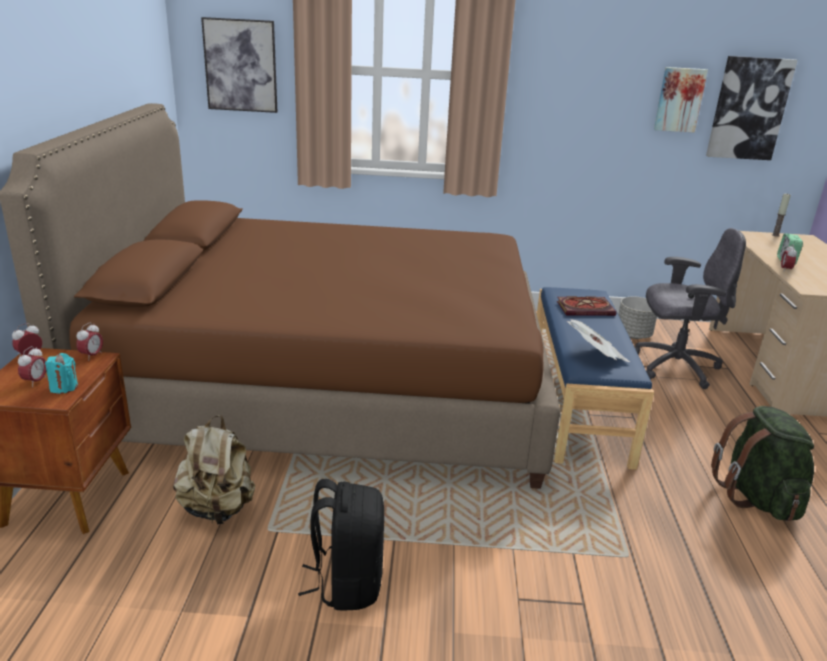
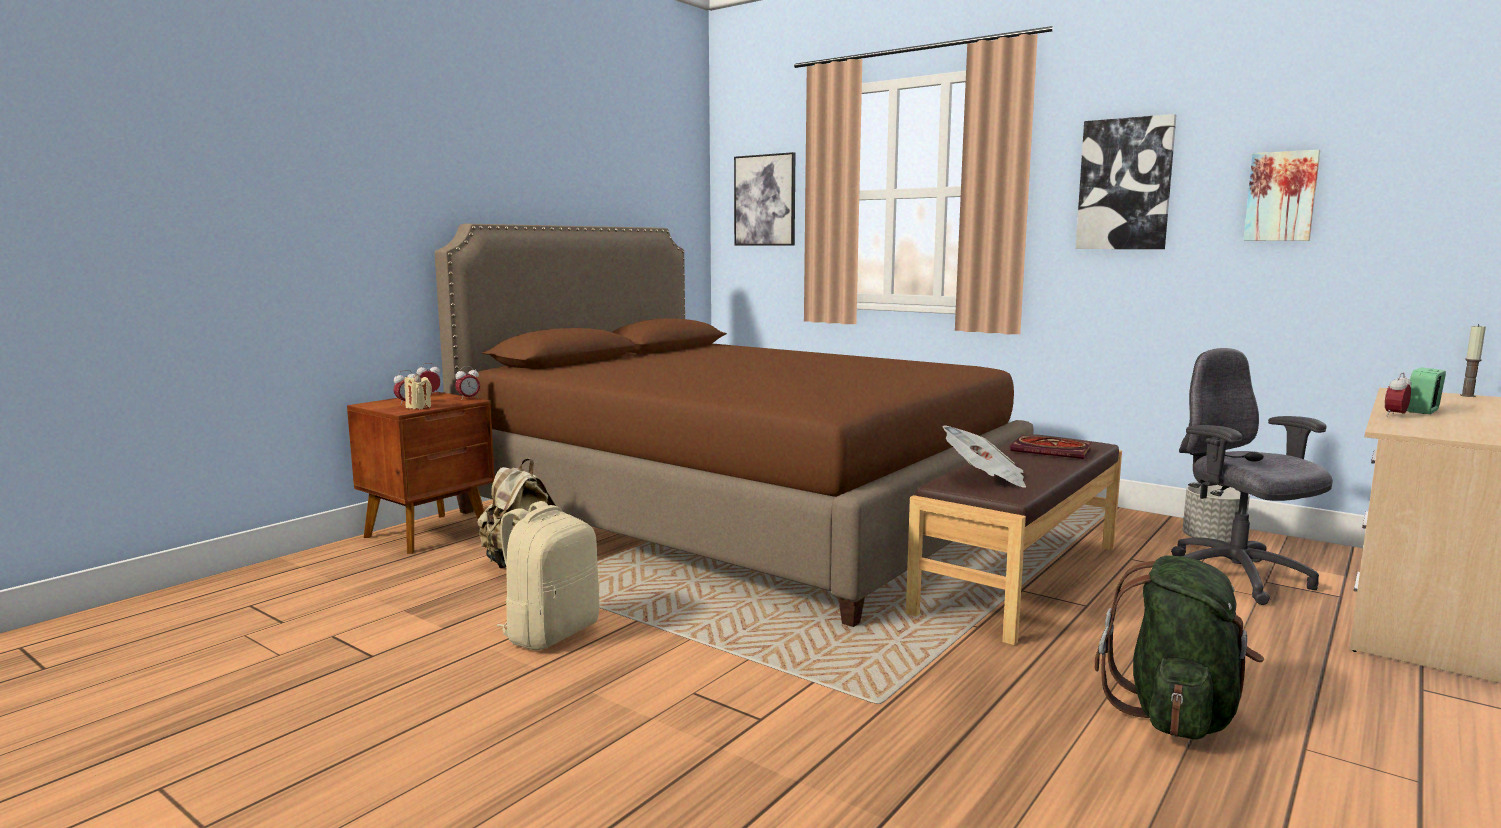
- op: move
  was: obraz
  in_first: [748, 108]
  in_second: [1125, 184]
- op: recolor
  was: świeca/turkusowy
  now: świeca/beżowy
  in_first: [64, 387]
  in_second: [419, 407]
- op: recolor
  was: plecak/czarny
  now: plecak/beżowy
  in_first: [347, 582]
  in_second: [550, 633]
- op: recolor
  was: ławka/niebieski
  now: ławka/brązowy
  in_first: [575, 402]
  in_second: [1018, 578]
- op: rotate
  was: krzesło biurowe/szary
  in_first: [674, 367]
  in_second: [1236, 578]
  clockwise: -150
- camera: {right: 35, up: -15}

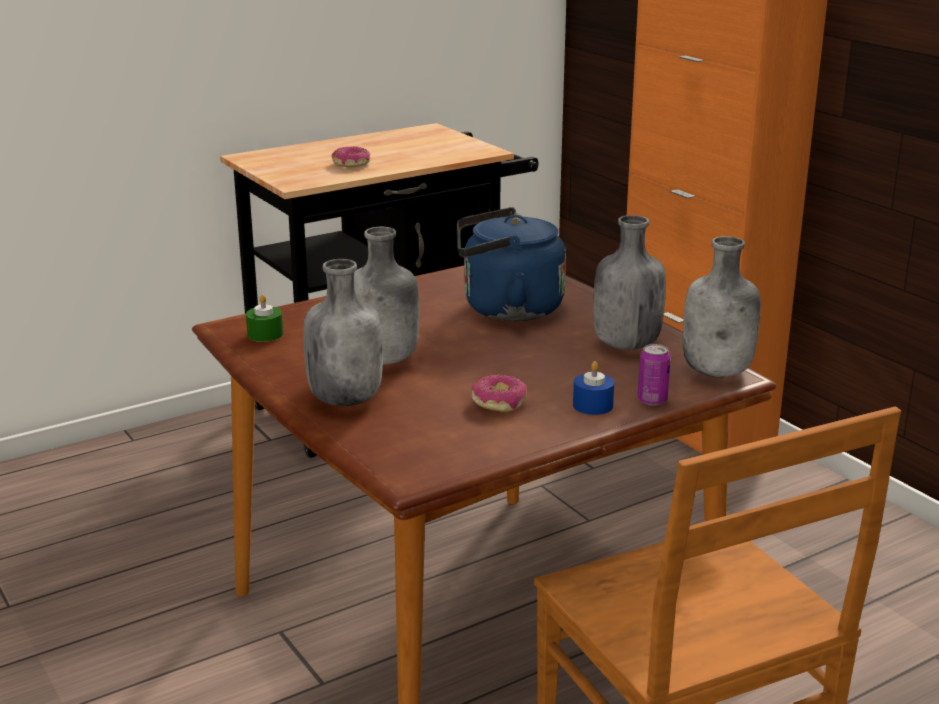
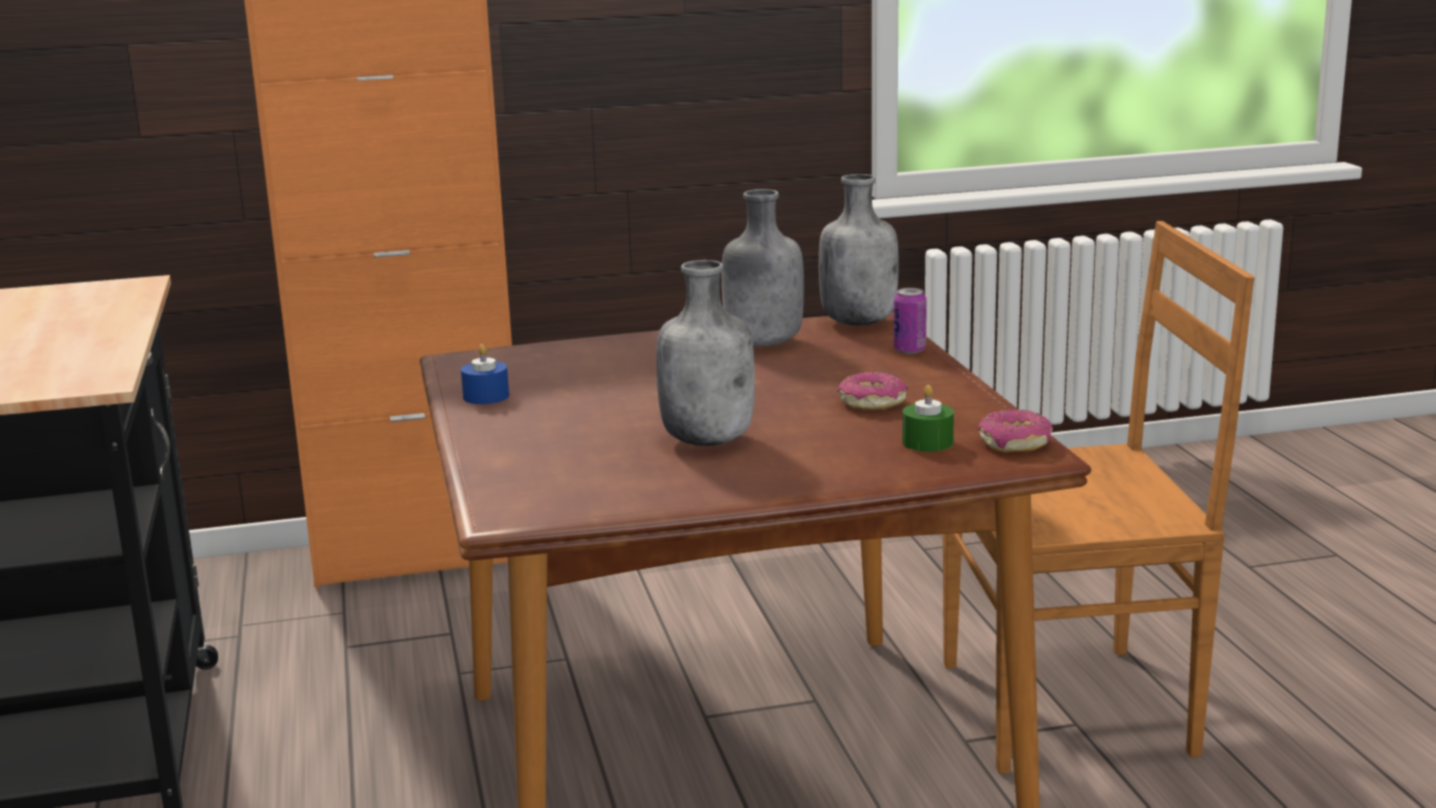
- op: delete
  was: butelka/szary
  in_first: [346, 399]
- op: delete
  was: czajnik/niebieski
  in_first: [506, 309]
- op: move
  was: świeca/zielony
  in_first: [265, 334]
  in_second: [927, 442]
- op: move
  was: donut
  in_first: [351, 164]
  in_second: [1015, 443]
- op: move
  was: świeca/niebieski
  in_first: [593, 405]
  in_second: [486, 396]
- camera: {right: -70, up: -5}

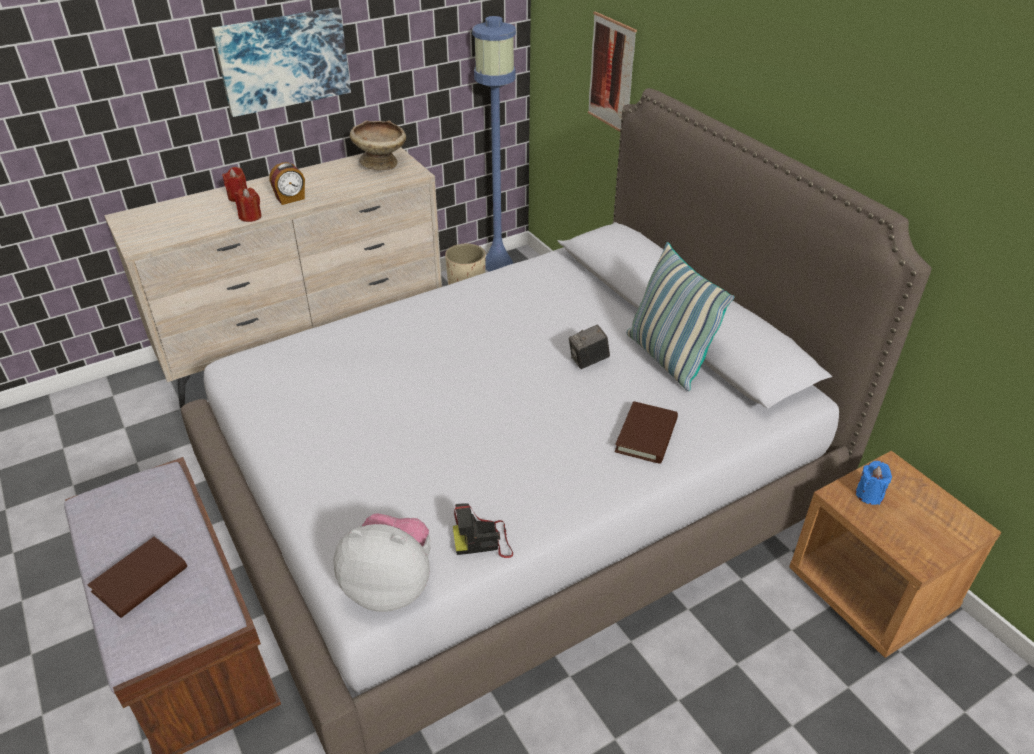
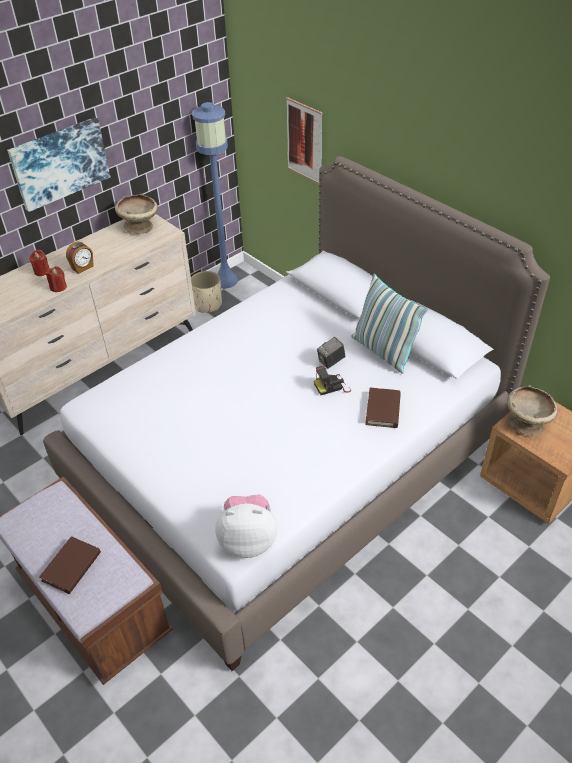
- op: move
  was: aparat fotograficzny
  in_first: [483, 541]
  in_second: [332, 386]
- op: replace
  was: świeca/niebieski
  now: miska/beżowy
  in_first: [869, 495]
  in_second: [526, 423]
- camera: {right: -10, up: 5}

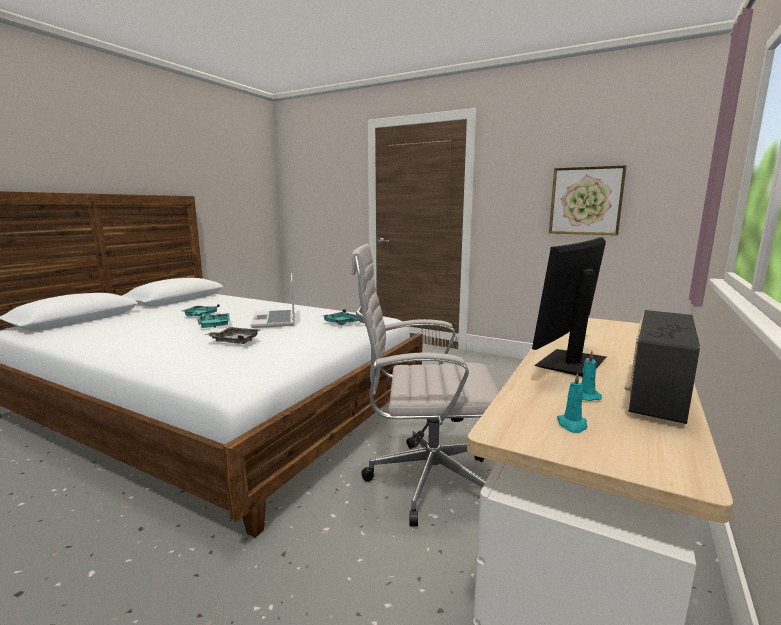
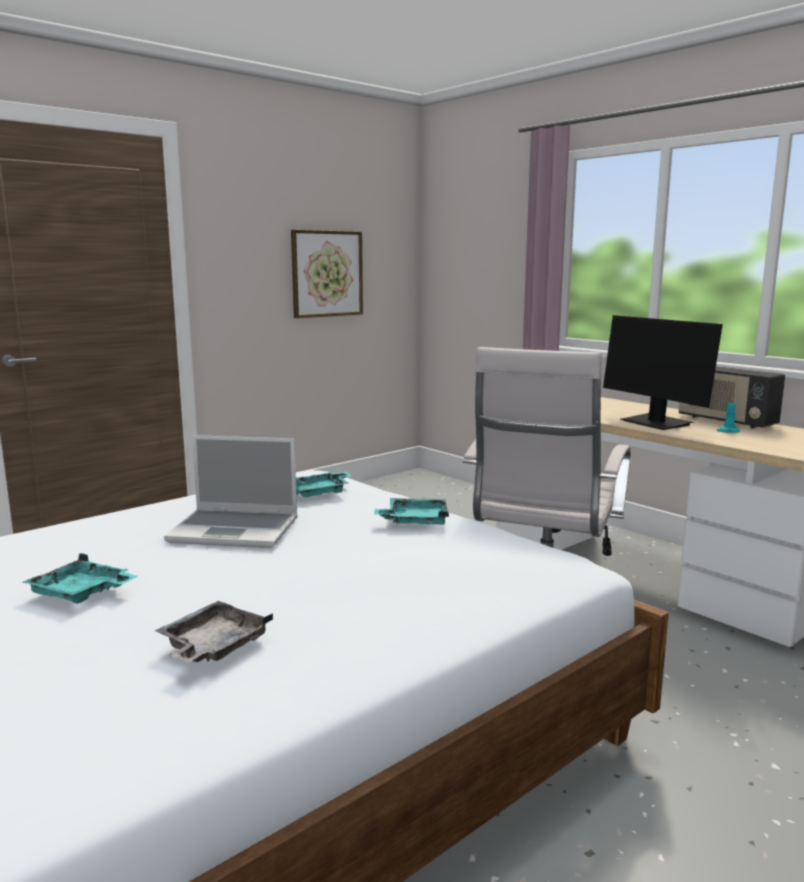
- op: delete
  was: świeca/turkusowy
  in_first: [572, 425]
- op: move
  was: taca/turkusowy
  in_first: [214, 325]
  in_second: [414, 521]
- op: move
  was: taca/szary
  in_first: [235, 341]
  in_second: [213, 647]
- camera: {right: -70, up: 0}

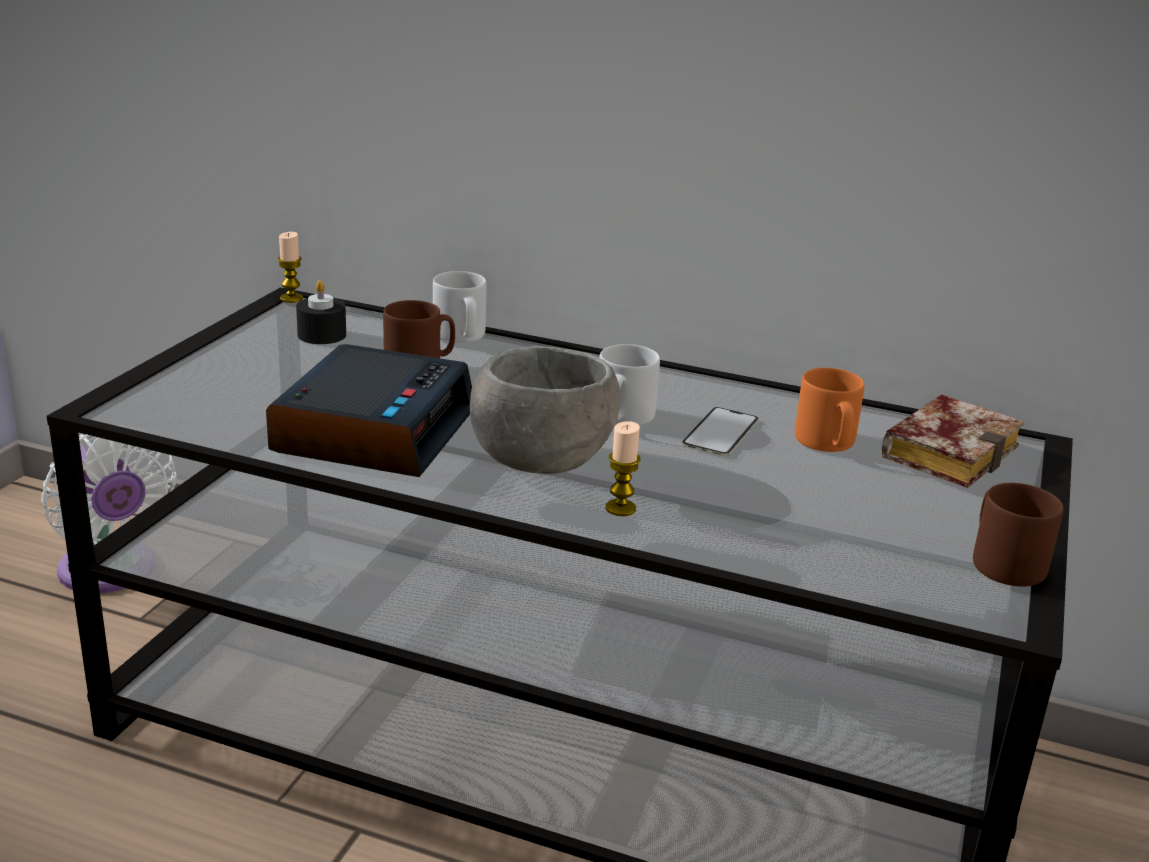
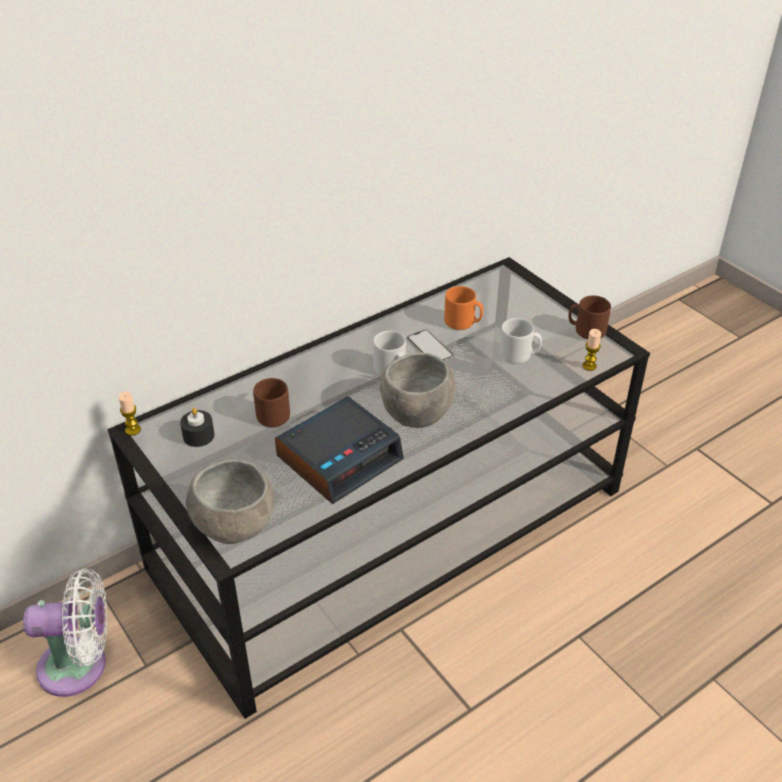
- op: delete
  was: książka
  in_first: [948, 450]
- op: insert
  now: miska/szary
  in_second: [233, 526]
- op: move
  was: kubek/szary
  in_first: [461, 336]
  in_second: [519, 355]
- op: move
  was: świeca
  in_first: [620, 508]
  in_second: [589, 366]
- op: rotate
  was: budzik
  in_first: [374, 430]
  in_second: [340, 457]
  clockwise: 90
- camera: {right: -55, up: 15}

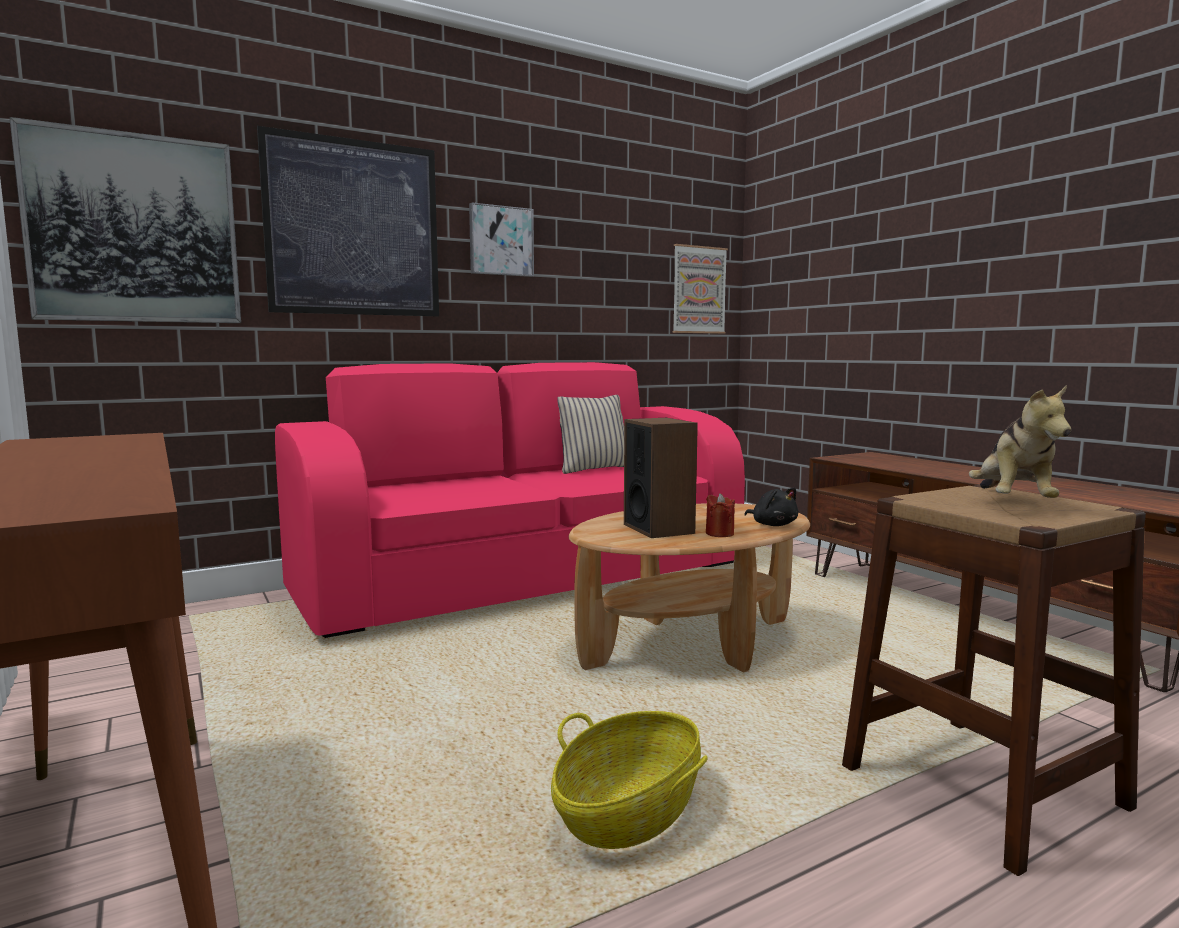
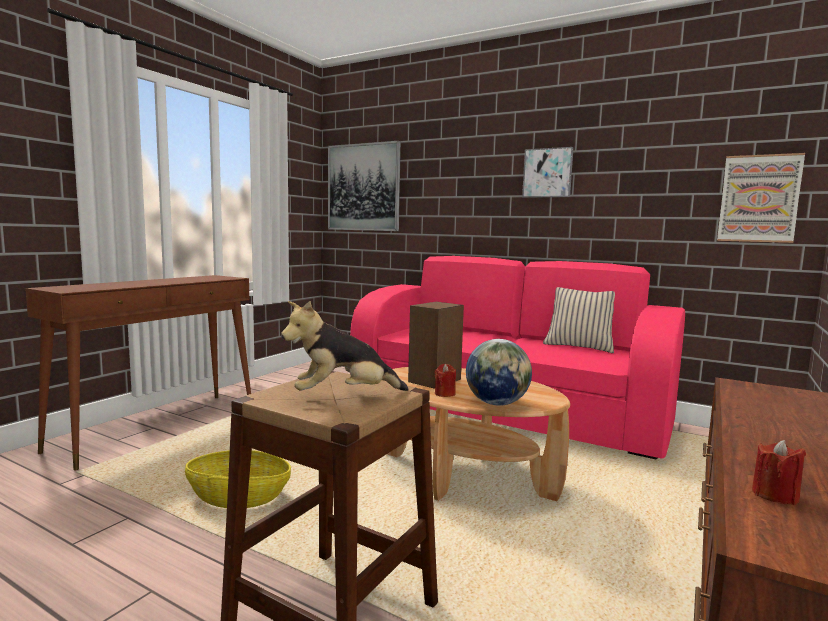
- op: delete
  was: obraz
  in_first: [353, 228]
- op: insert
  now: świeca/czerwony
  in_second: [775, 495]
- op: replace
  was: pluszak/czarny
  now: globus
  in_first: [773, 525]
  in_second: [497, 403]
- camera: {right: 60, up: 0}

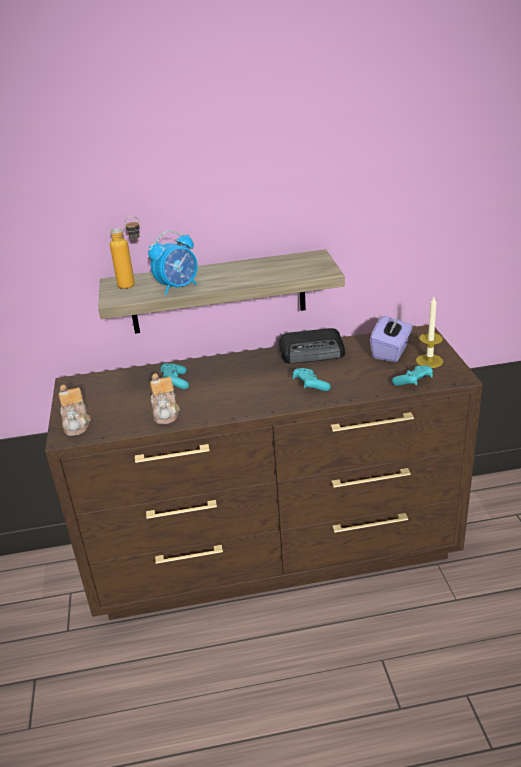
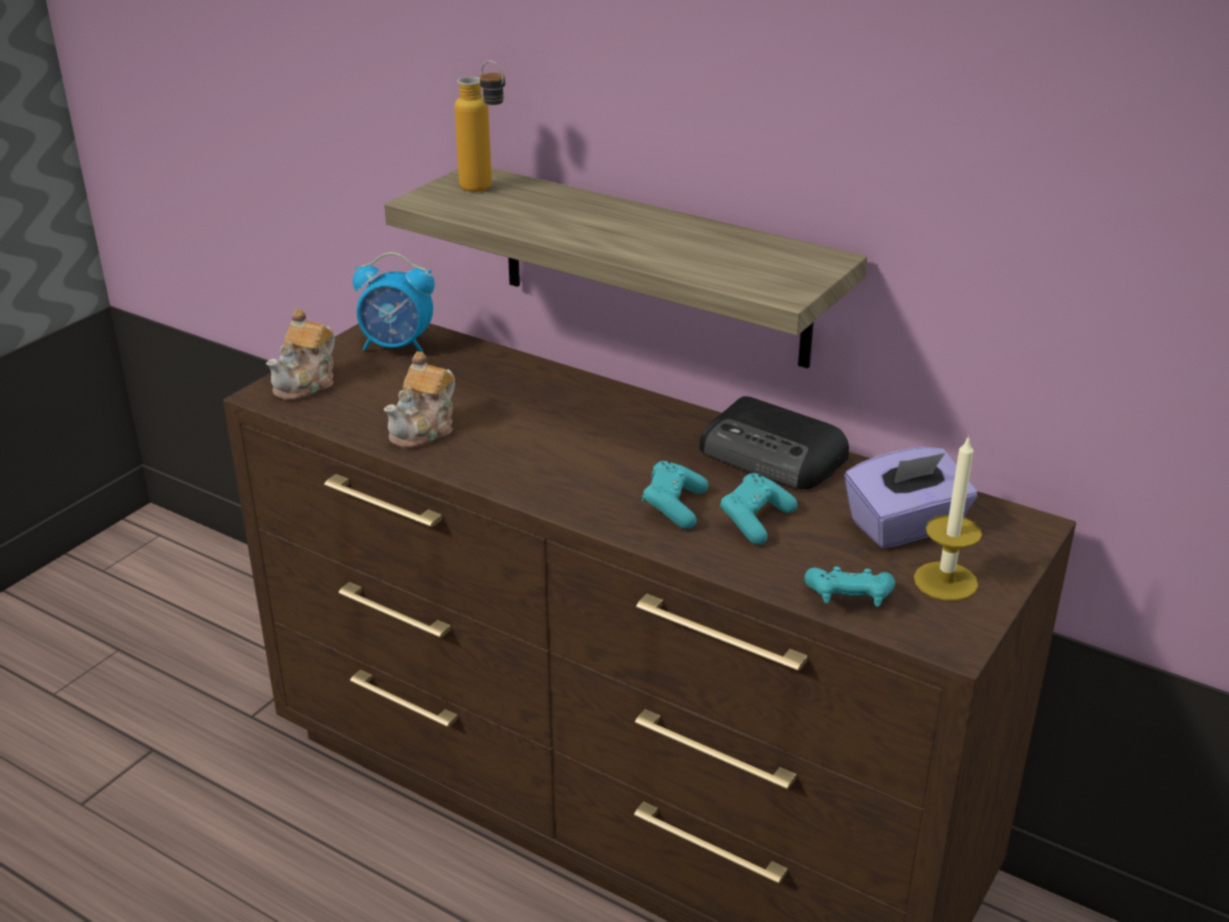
- op: move
  was: budzik
  in_first: [178, 287]
  in_second: [397, 347]
- op: move
  was: pad do gier/turkusowy
  in_first: [175, 382]
  in_second: [755, 521]
- camera: {right: 40, up: 0}

